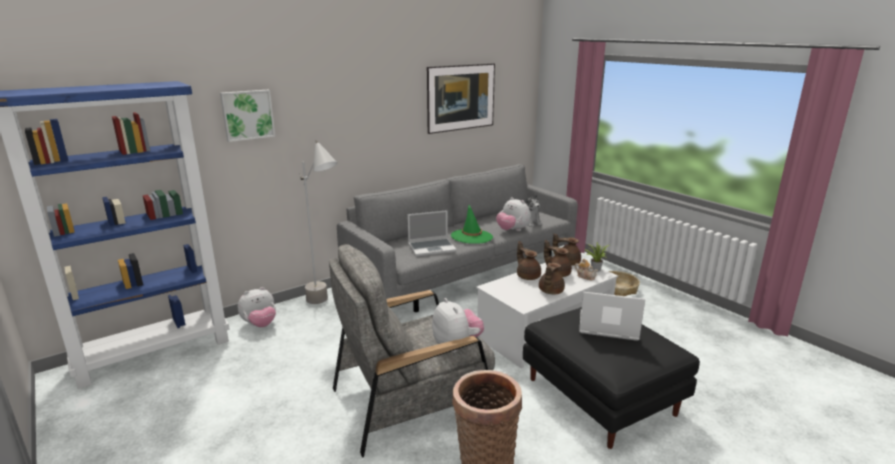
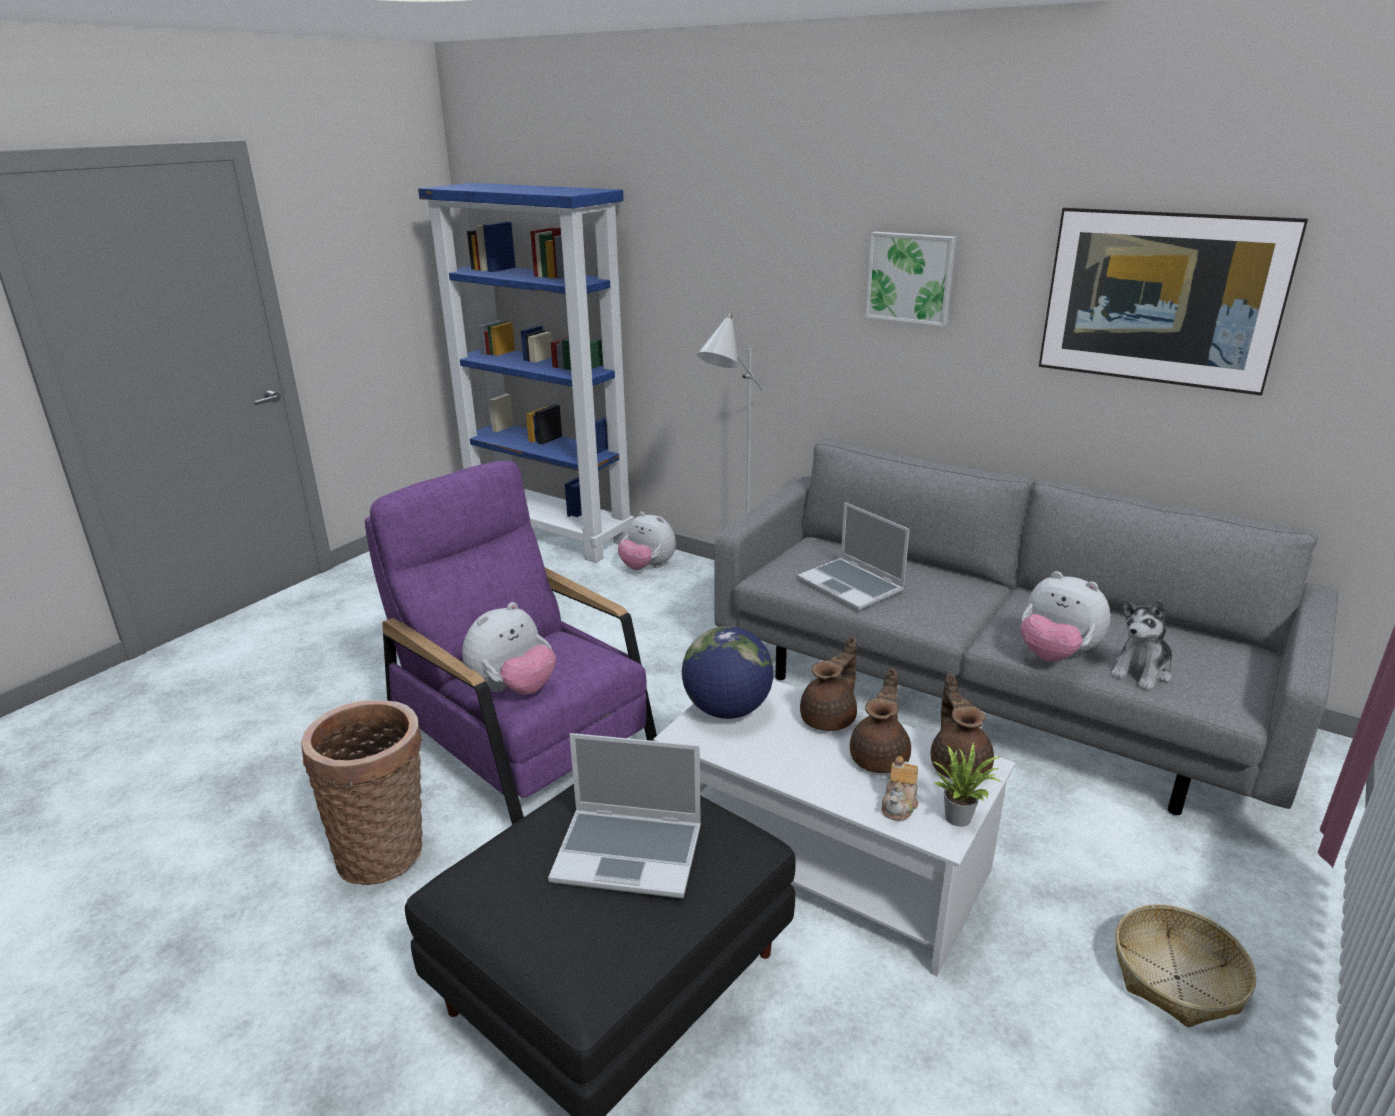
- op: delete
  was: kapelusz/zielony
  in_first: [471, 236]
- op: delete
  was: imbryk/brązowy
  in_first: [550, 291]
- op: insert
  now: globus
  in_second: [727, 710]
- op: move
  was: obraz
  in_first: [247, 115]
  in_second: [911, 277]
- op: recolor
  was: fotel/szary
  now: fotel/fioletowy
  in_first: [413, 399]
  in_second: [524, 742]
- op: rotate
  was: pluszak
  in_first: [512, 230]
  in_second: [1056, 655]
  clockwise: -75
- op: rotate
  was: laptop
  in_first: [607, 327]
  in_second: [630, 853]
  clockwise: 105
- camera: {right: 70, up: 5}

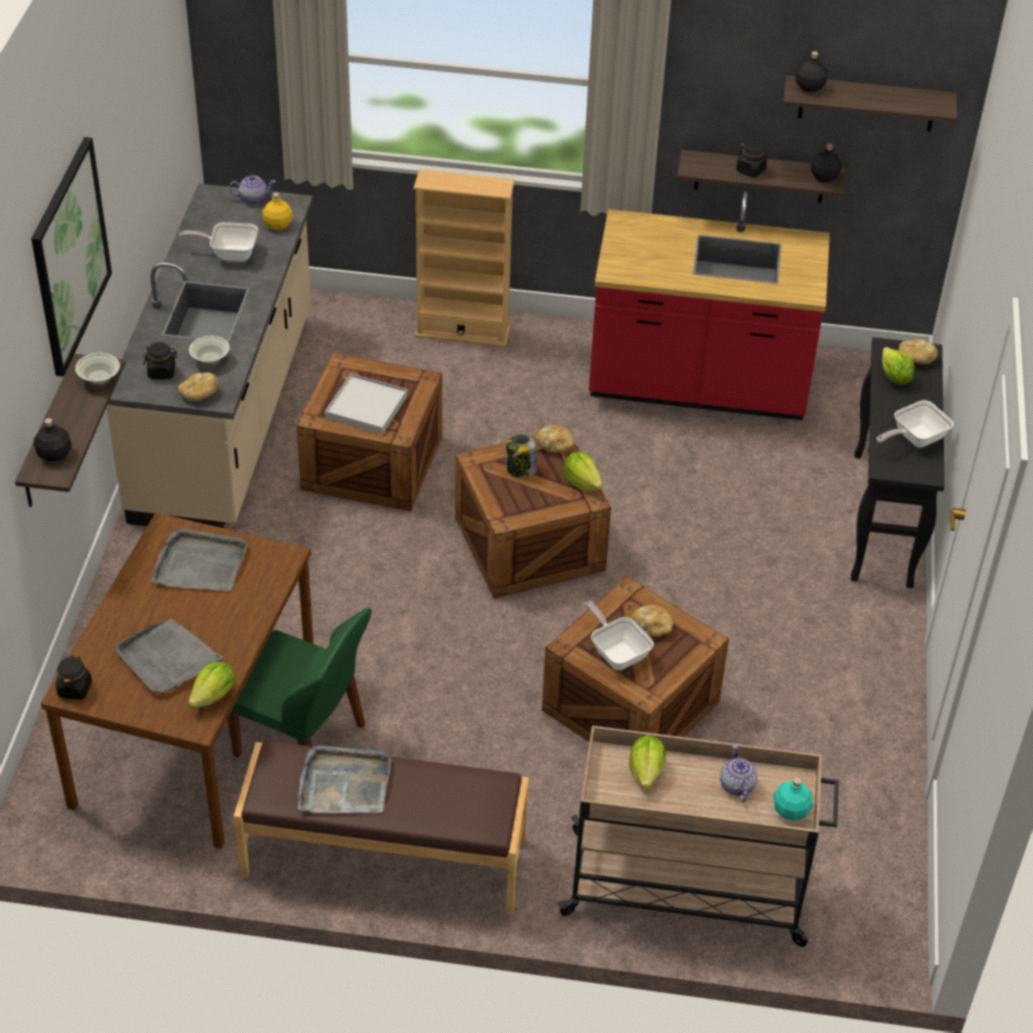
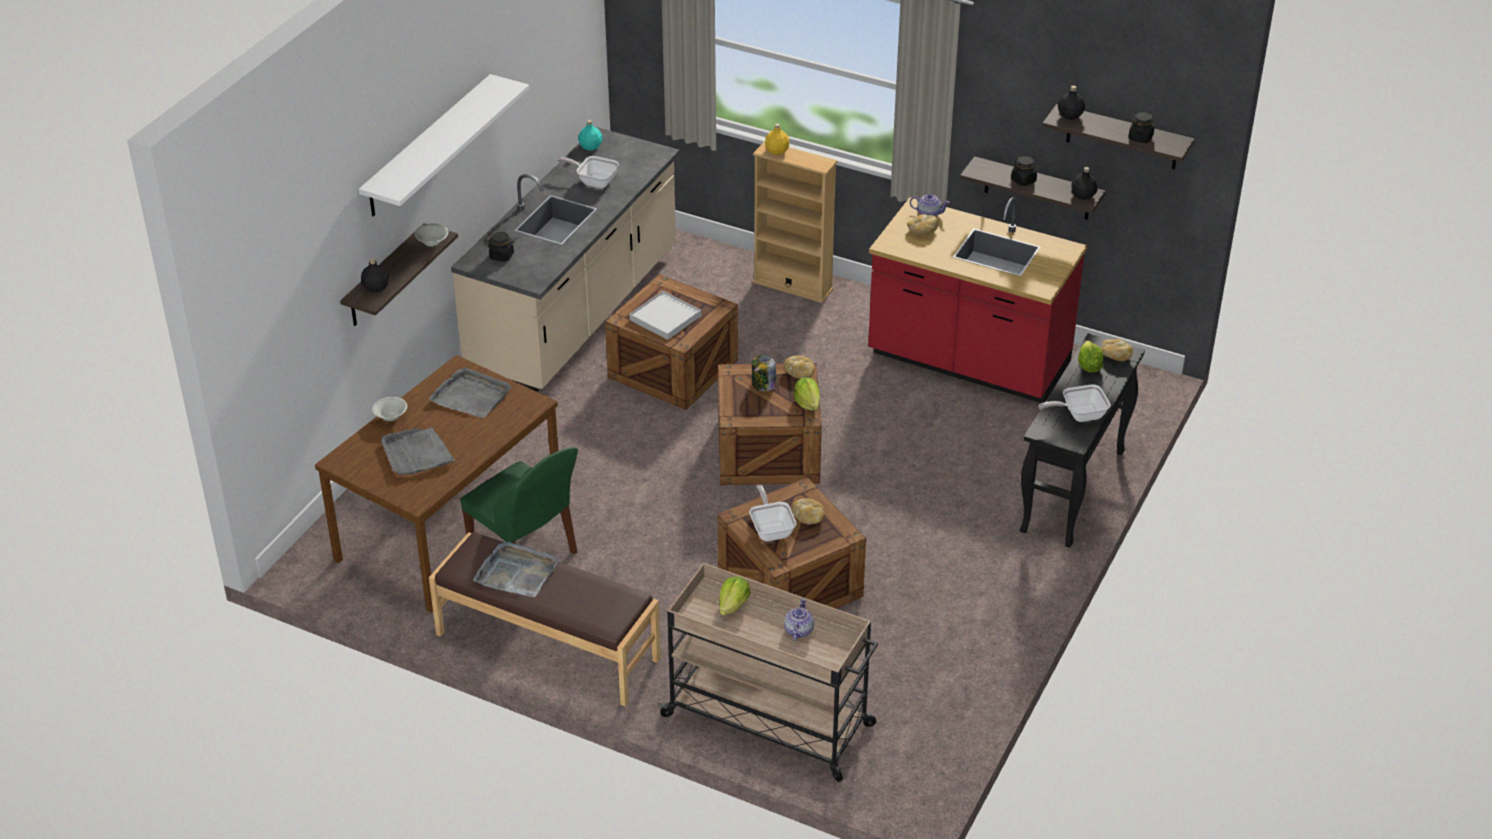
- op: delete
  was: sałata
  in_first: [214, 696]
- op: move
  was: słoik/czarny
  in_first: [74, 688]
  in_second: [1140, 137]
- op: move
  was: chleb
  in_first: [199, 394]
  in_second: [922, 231]
- op: move
  was: miska/biały
  in_first: [210, 360]
  in_second: [391, 418]
- op: move
  was: imbryk
  in_first: [253, 198]
  in_second: [928, 214]
- op: move
  was: butelka/żółty
  in_first: [277, 225]
  in_second: [776, 151]
- op: move
  was: butelka/turkusowy
  in_first: [791, 811]
  in_second: [591, 147]
- op: replace
  was: obraz
  now: półka/biały
  in_first: [69, 256]
  in_second: [428, 146]
- camera: {right: 20, up: -5}

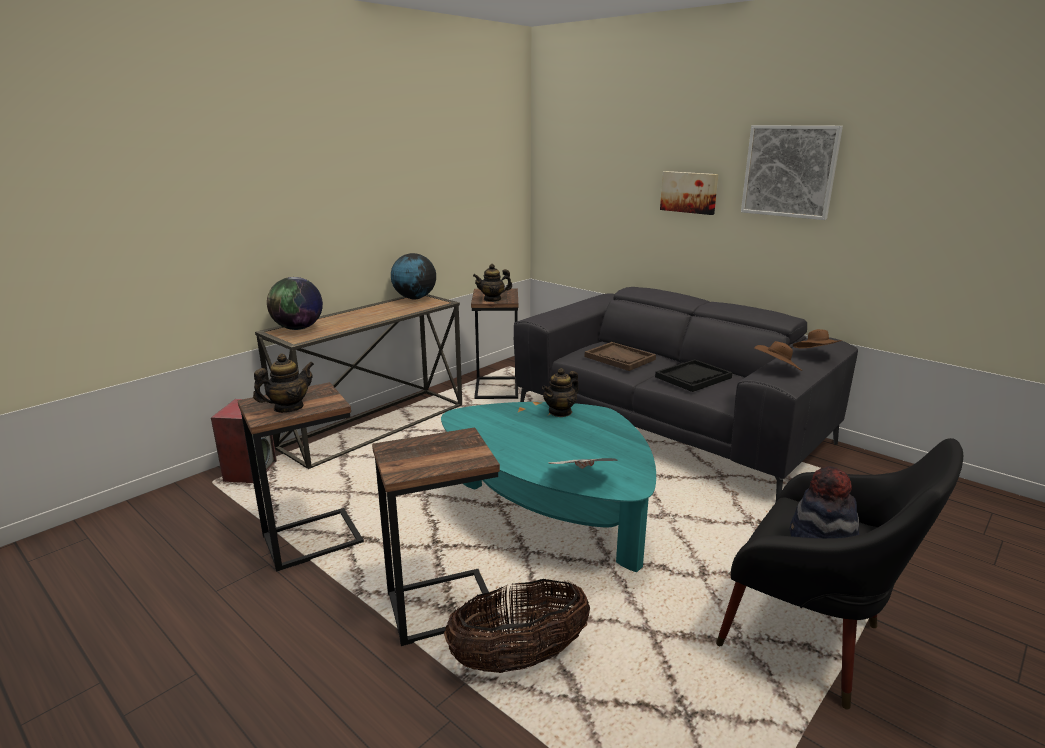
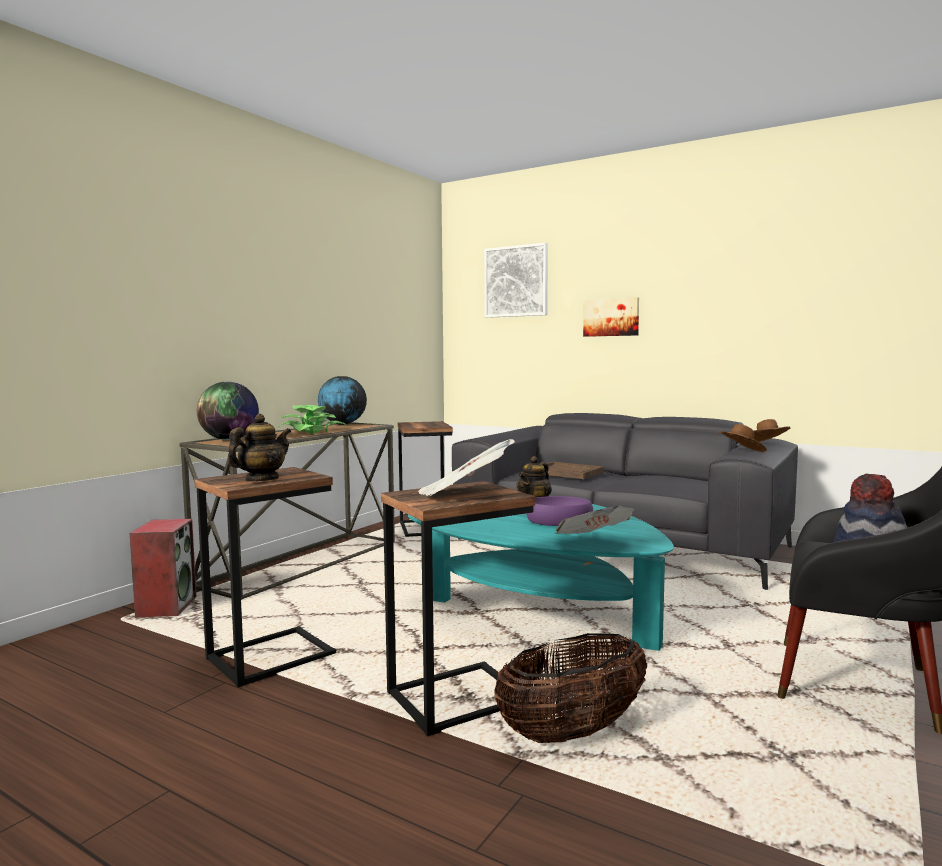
- op: delete
  was: imbryk
  in_first: [492, 299]
- op: delete
  was: taca/czarny
  in_first: [693, 377]
- op: insert
  now: roślina doniczkowa
  in_second: [312, 431]
- op: insert
  now: gazeta
  in_second: [464, 494]
- op: insert
  now: miska/fioletowy
  in_second: [558, 521]
- op: move
  was: obraz
  in_first: [789, 171]
  in_second: [516, 281]
- camera: {right: -10, up: -15}

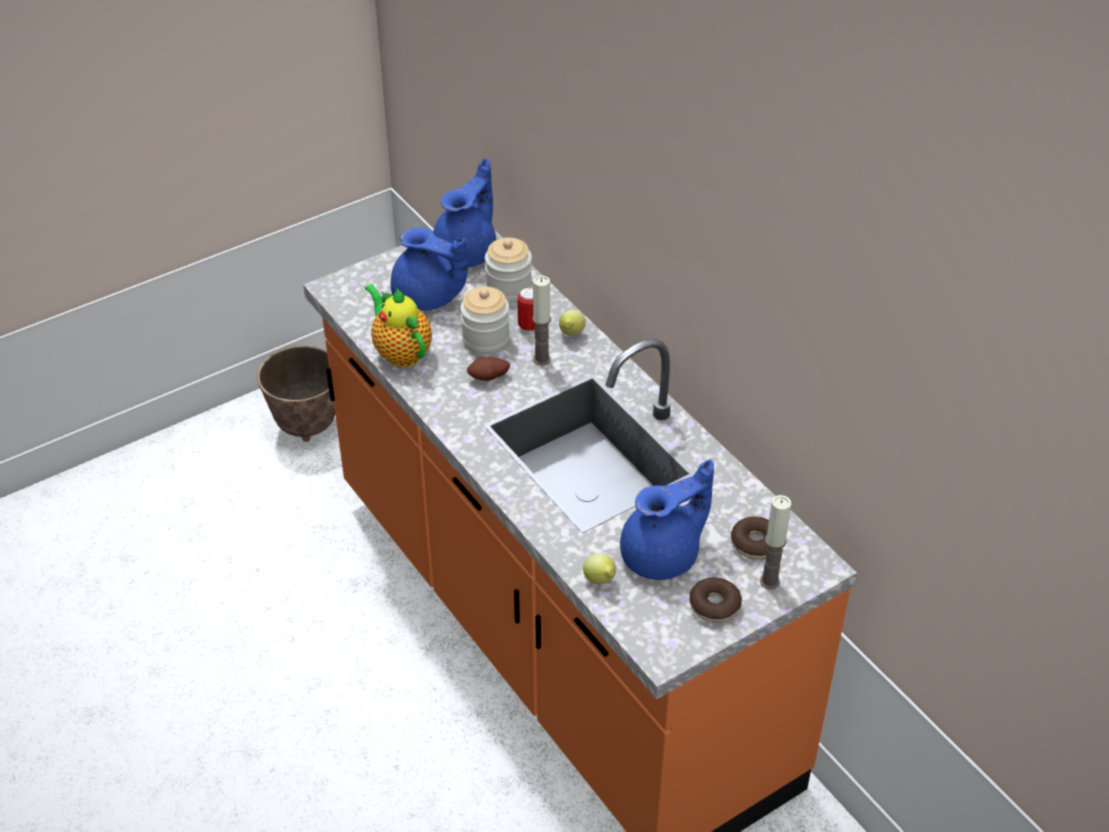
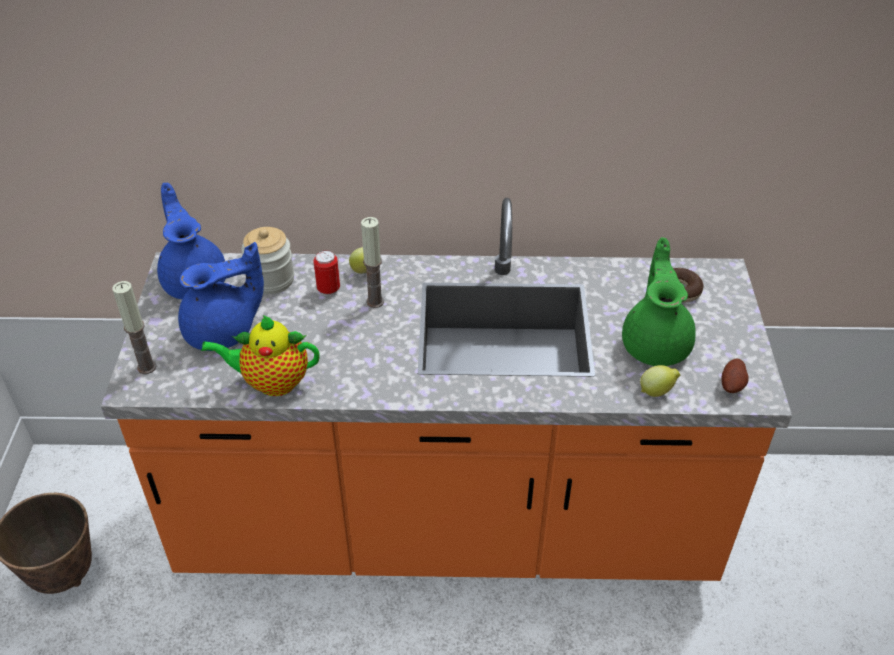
- op: delete
  was: słoik
  in_first: [486, 340]
- op: delete
  was: donut
  in_first: [714, 605]
- op: move
  was: ziemniak
  in_first: [489, 378]
  in_second: [732, 385]
- op: move
  was: świeca
  in_first: [769, 581]
  in_second: [147, 367]
- op: recolor
  was: imbryk/niebieski
  now: imbryk/zielony
  in_first: [663, 556]
  in_second: [656, 343]
- camera: {right: -55, up: 0}

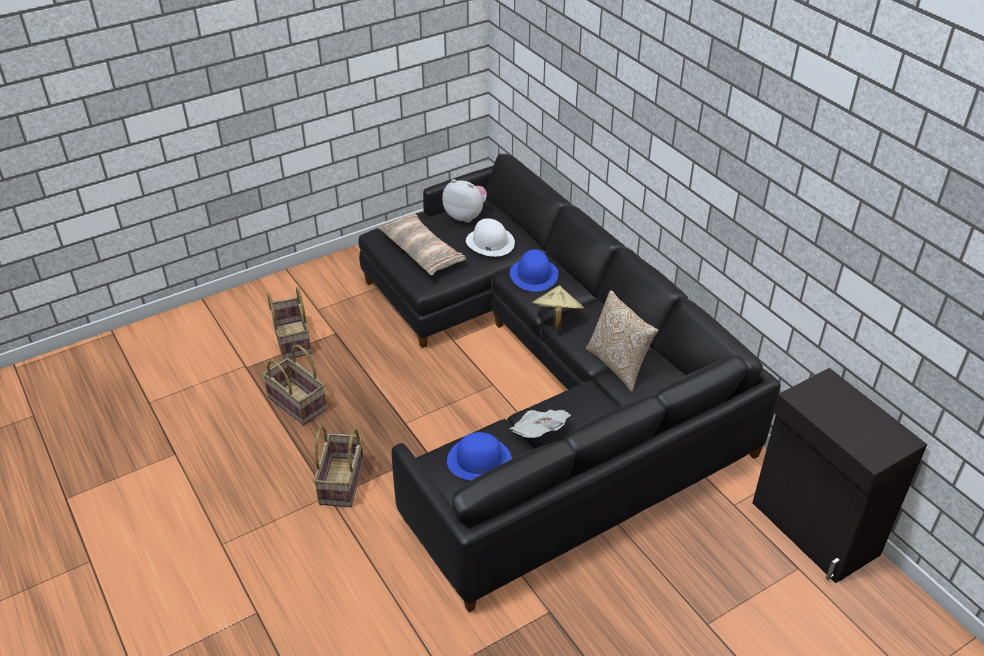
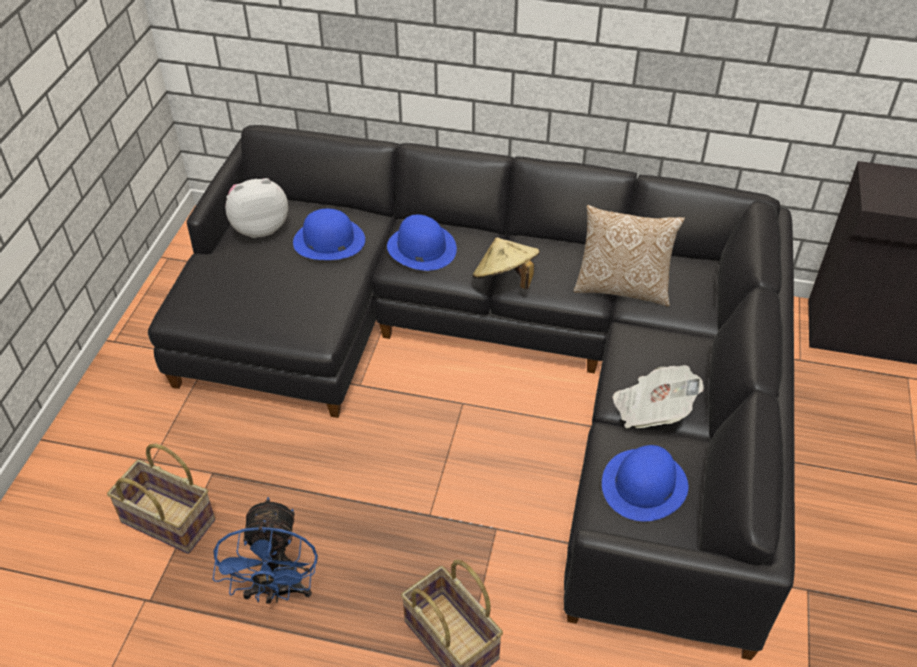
- op: delete
  was: poduszka
  in_first: [422, 252]
- op: replace
  was: koszyk
  now: wentylator/niebieski
  in_first: [298, 403]
  in_second: [278, 591]
- op: recolor
  was: kapelusz/biały
  now: kapelusz/niebieski
  in_first: [490, 242]
  in_second: [328, 240]
- camera: {right: -45, up: 5}

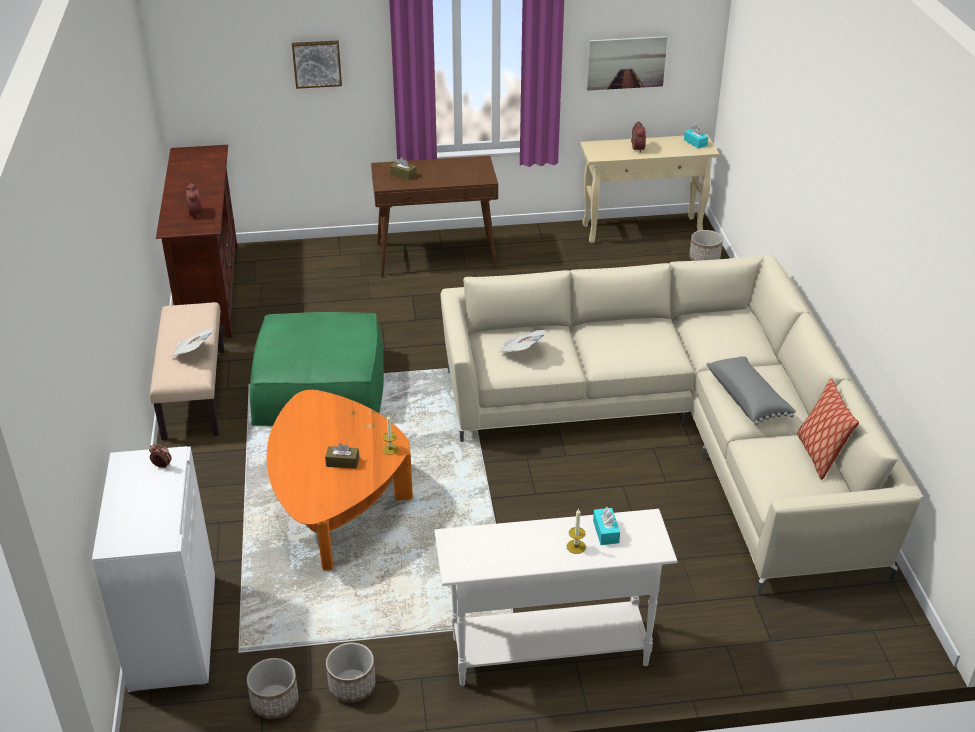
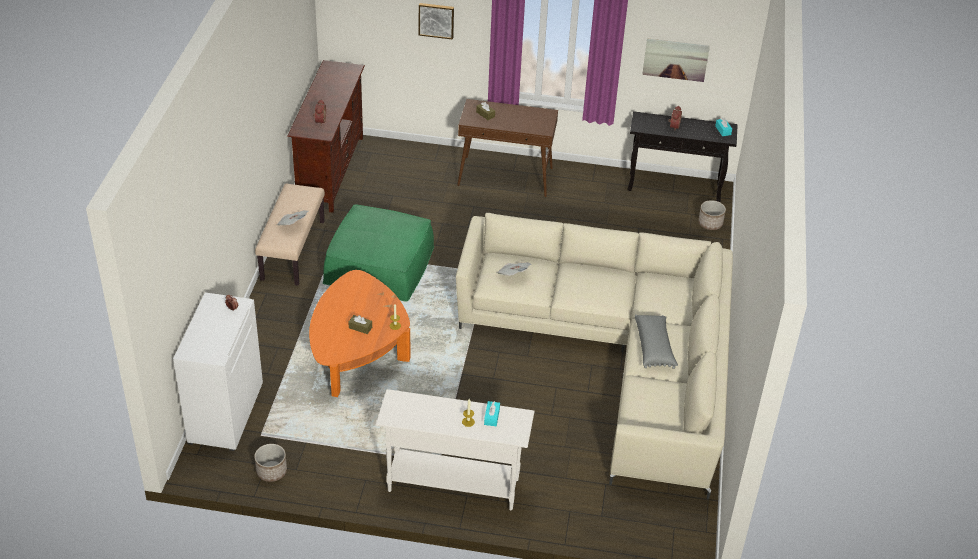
- op: delete
  was: donica
  in_first: [351, 686]
- op: delete
  was: poduszka
  in_first: [819, 455]
- op: recolor
  was: stolik konsolowy/beżowy
  now: stolik konsolowy/czarny
  in_first: [643, 230]
  in_second: [675, 187]
- camera: {right: 15, up: 5}

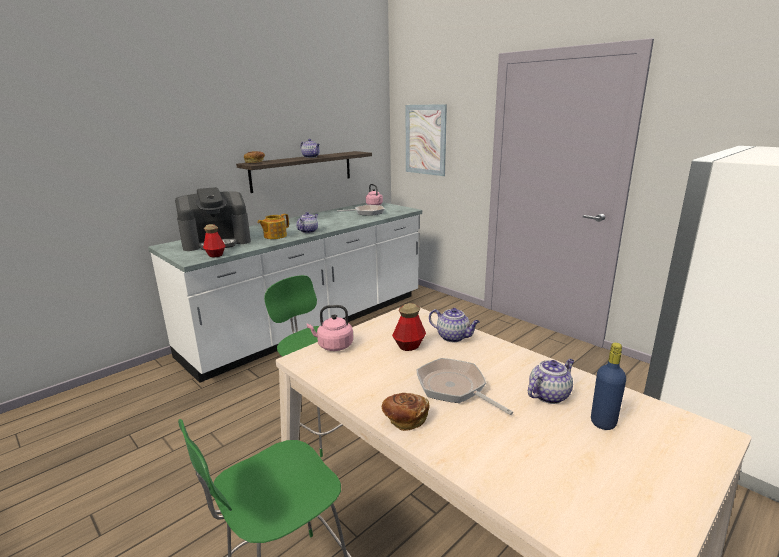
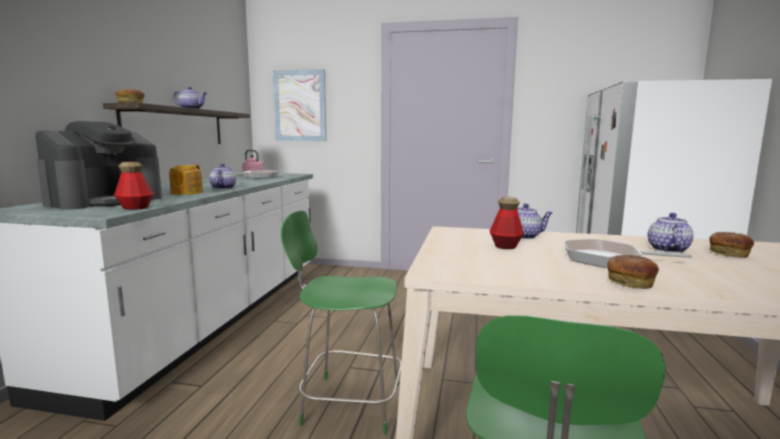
- op: delete
  was: czajnik/różowy
  in_first: [333, 346]
- op: replace
  was: butelka/niebieski
  now: chleb
  in_first: [603, 422]
  in_second: [728, 253]
- camera: {right: -35, up: -10}

